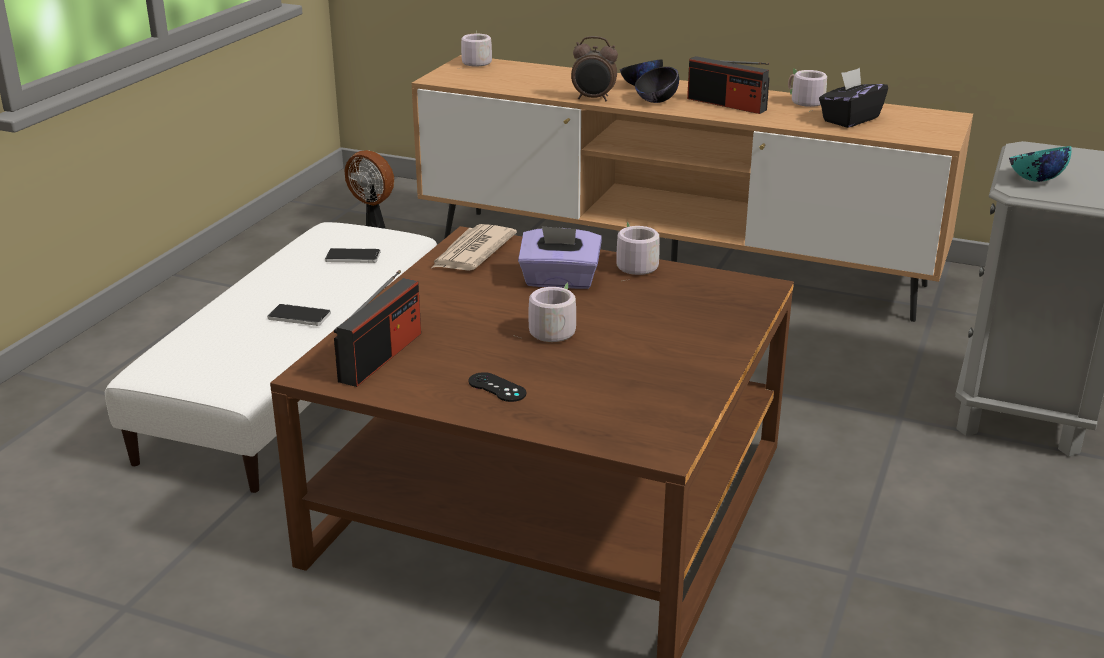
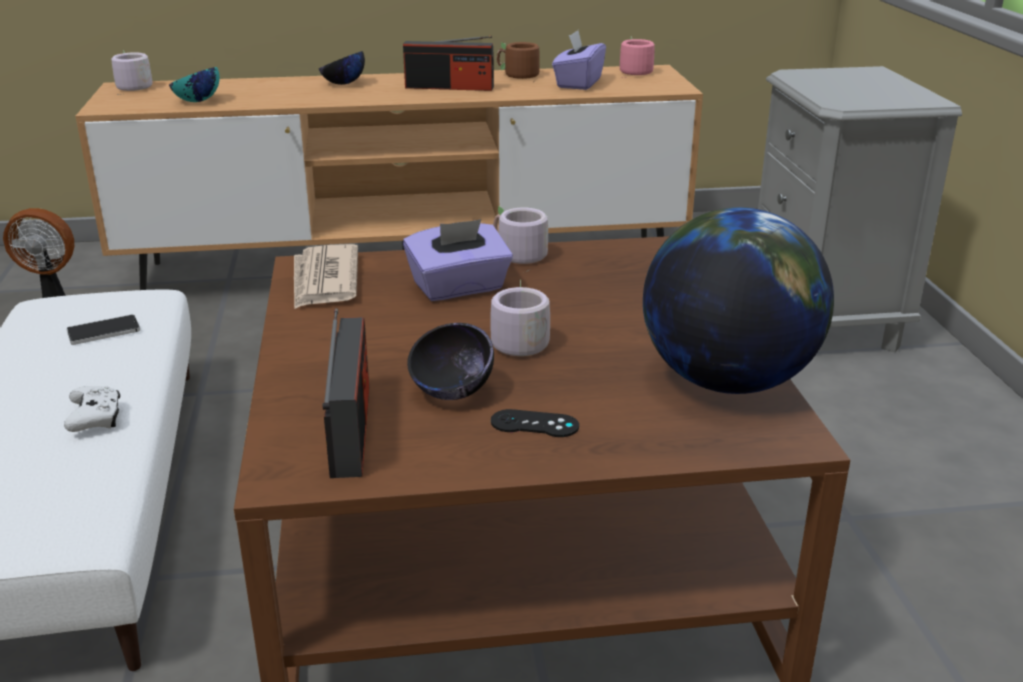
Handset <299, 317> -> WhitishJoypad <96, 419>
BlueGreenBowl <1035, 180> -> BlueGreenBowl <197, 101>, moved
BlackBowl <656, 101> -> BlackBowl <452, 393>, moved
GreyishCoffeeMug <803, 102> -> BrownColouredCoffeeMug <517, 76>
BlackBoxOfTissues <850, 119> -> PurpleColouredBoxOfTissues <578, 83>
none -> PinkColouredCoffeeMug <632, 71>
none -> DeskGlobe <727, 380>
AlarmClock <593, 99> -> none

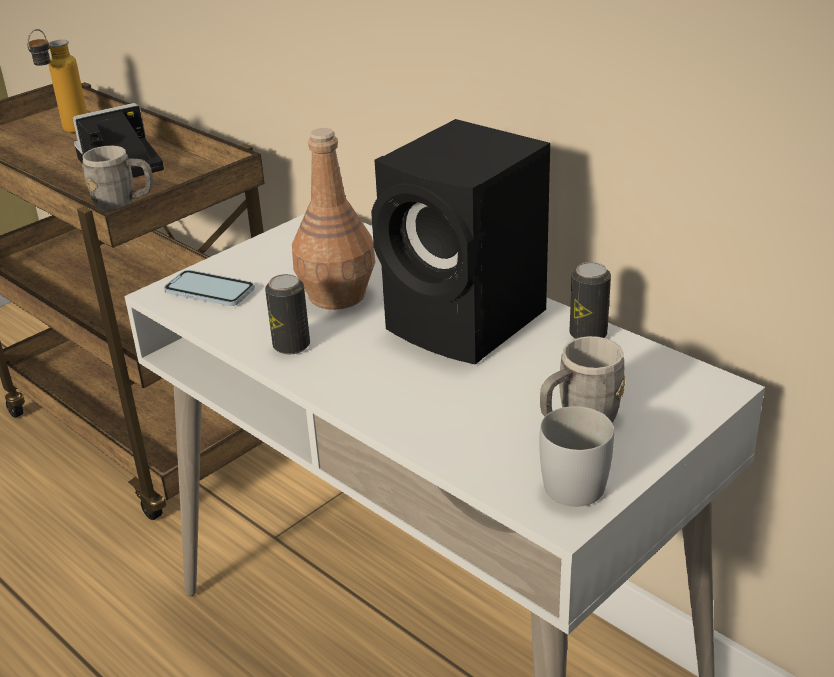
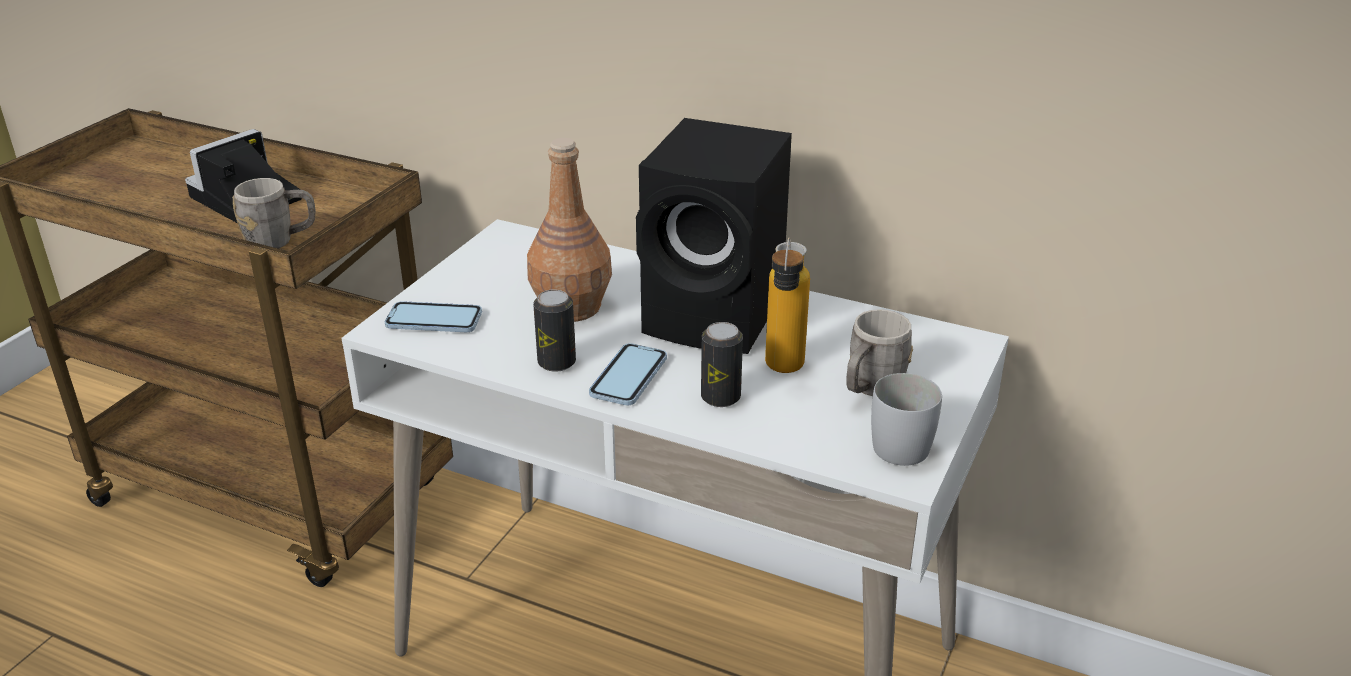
none -> Handset <628, 377>
MetalCan <588, 334> -> MetalCan <720, 397>, moved
DrinkBottle <68, 132> -> DrinkBottle <782, 373>, moved

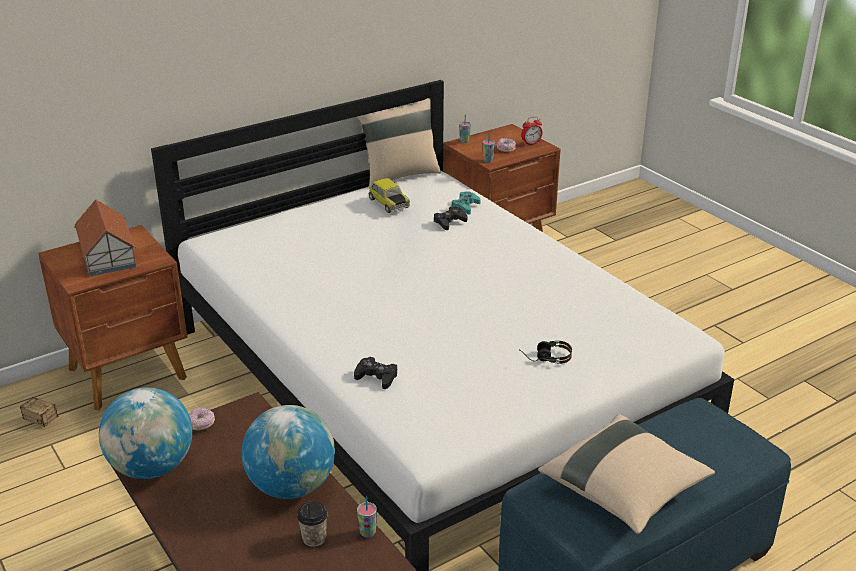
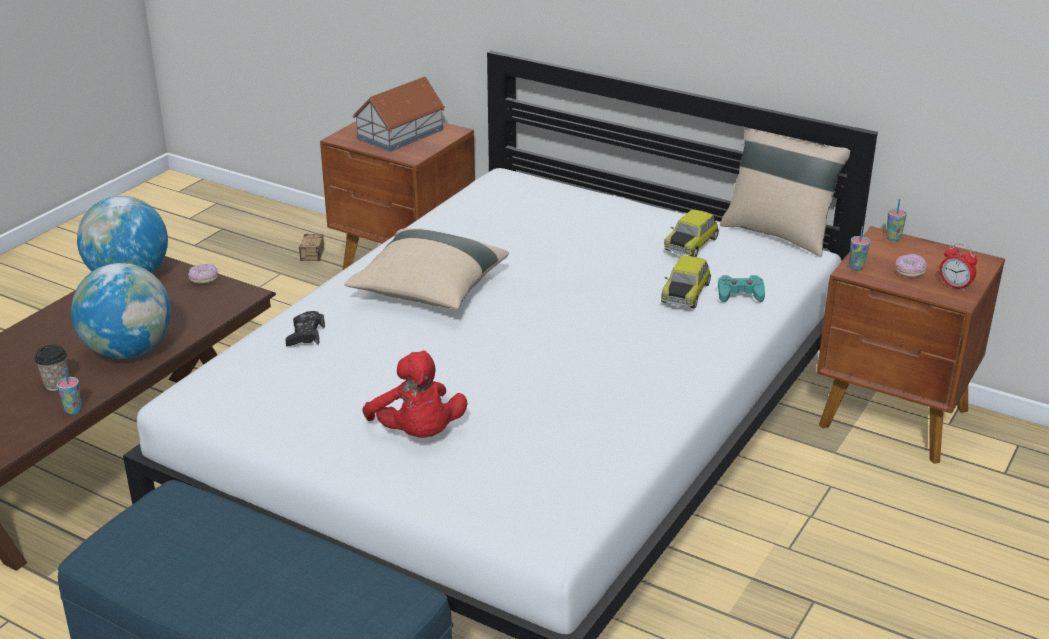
BeigePillow <624, 490> -> BeigePillow <428, 291>, moved
Headphones <544, 358> -> RedColouredCuddlyToy <417, 434>
BlackJoypad <449, 222> -> ToyCar <684, 293>

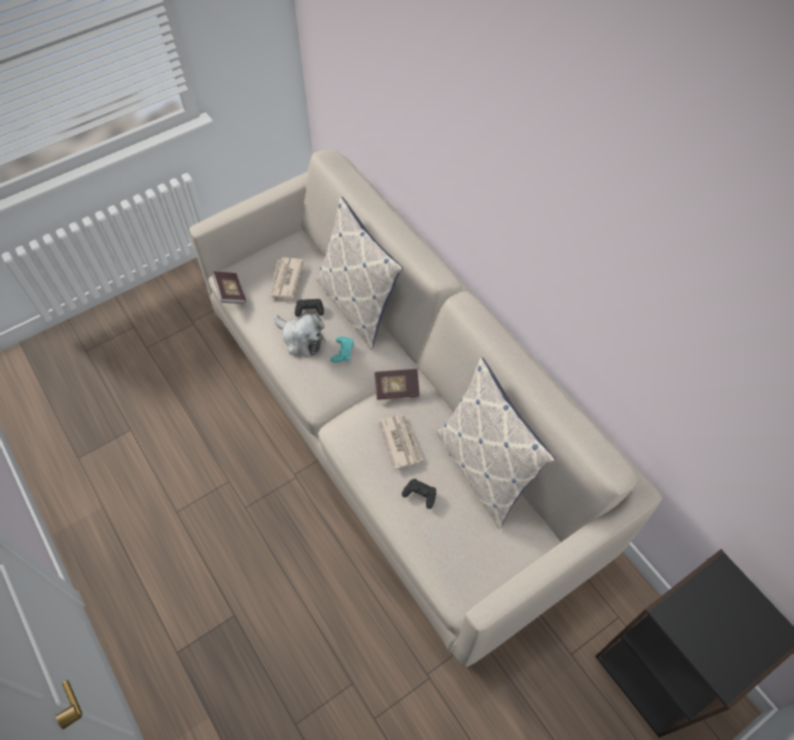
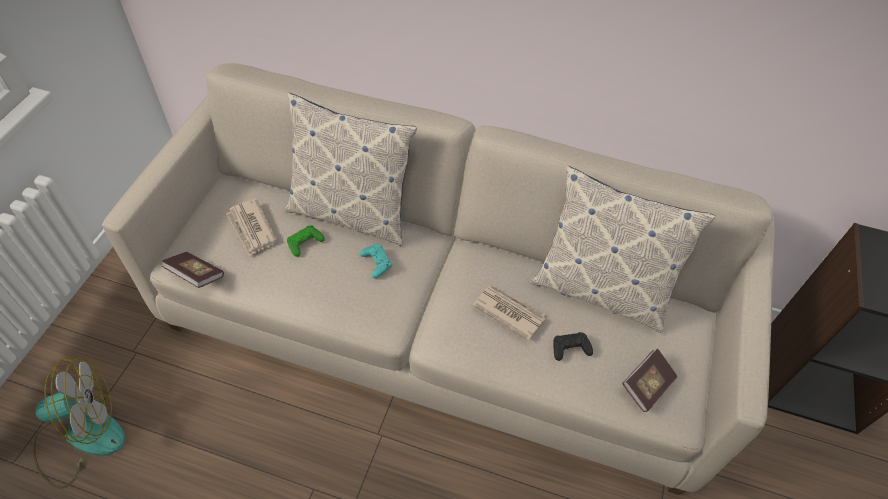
none -> Fan <81, 437>
BlackJoypad <309, 310> -> GreenishJoypad <305, 243>
Volume <397, 389> -> Volume <646, 385>, moved
CuddlyToy <301, 339> -> none

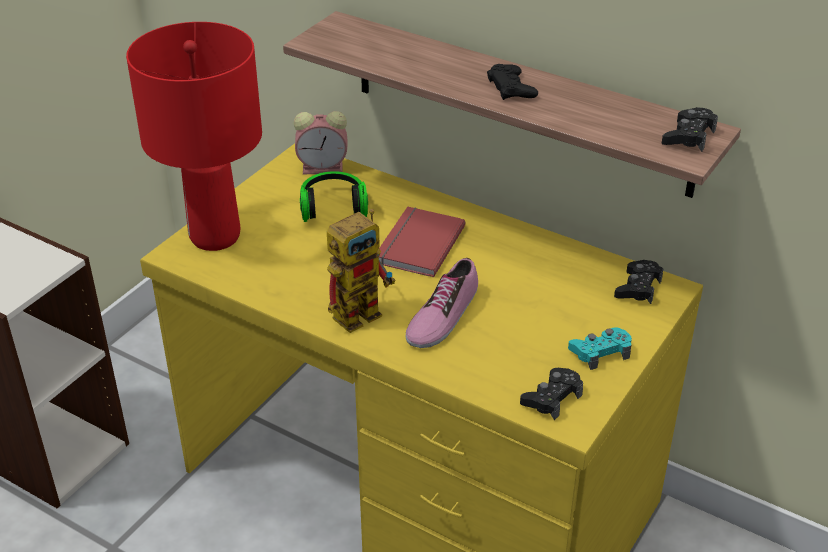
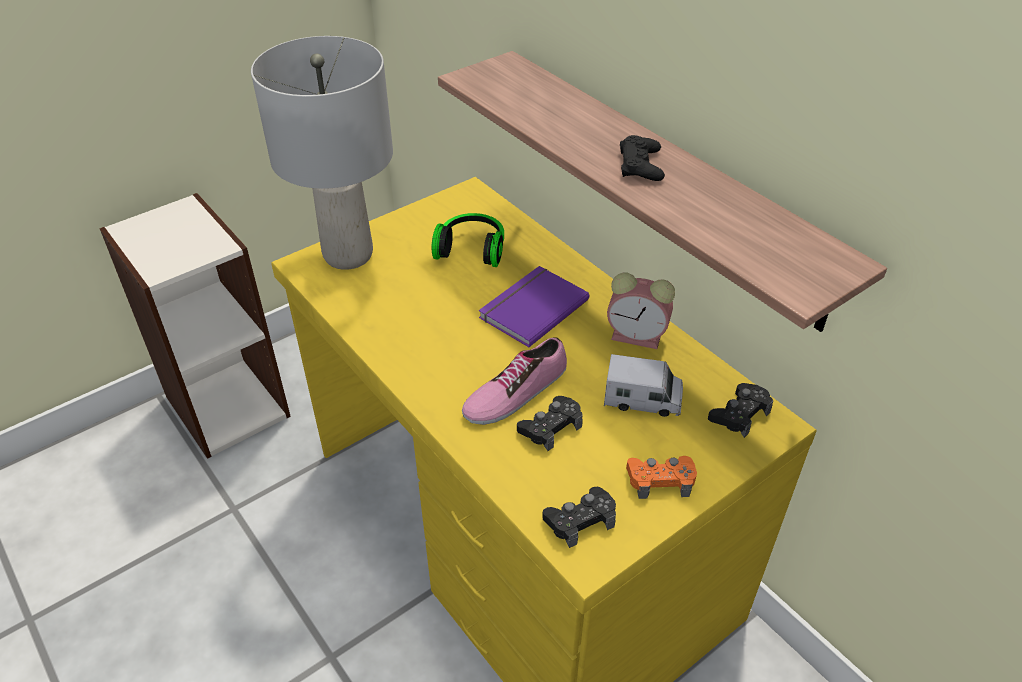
RedColouredTableLamp <216, 236> -> GreyishTableLamp <349, 254>
RedColouredVolume <417, 244> -> PurpleColouredVolume <531, 308>
BlackJoypad <689, 136> -> BlackJoypad <550, 427>, moved
none -> ToyLorry <642, 400>
AlarmClock <324, 167> -> AlarmClock <638, 336>, moved
BlueGreenJoypad <600, 352> -> OrangeColouredJoypad <660, 480>
ModelRobot <362, 310> -> none

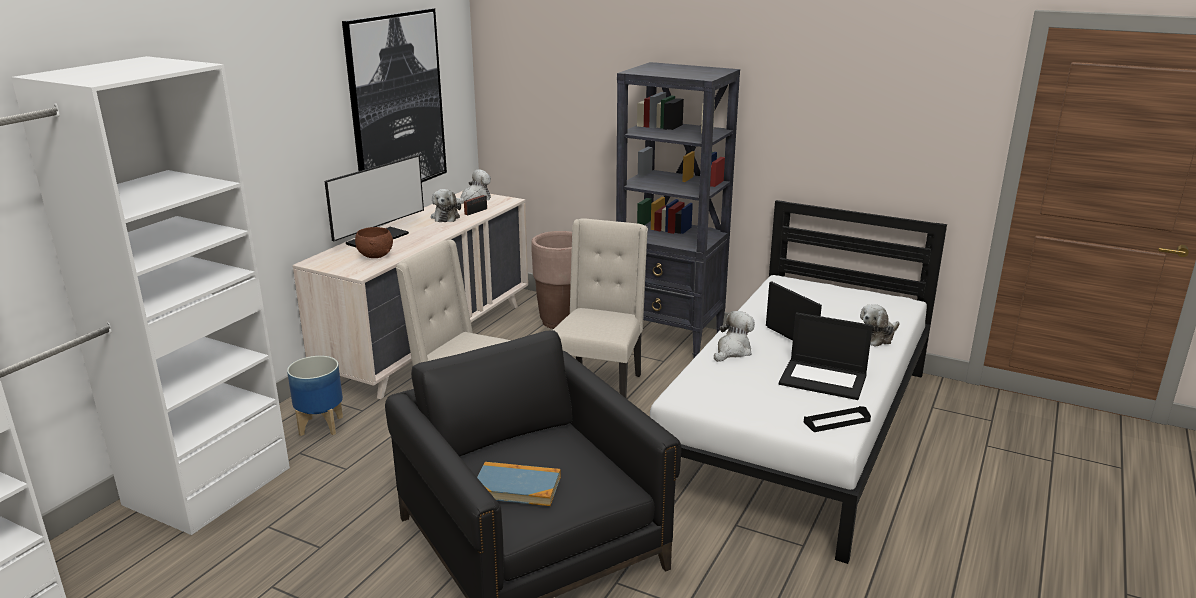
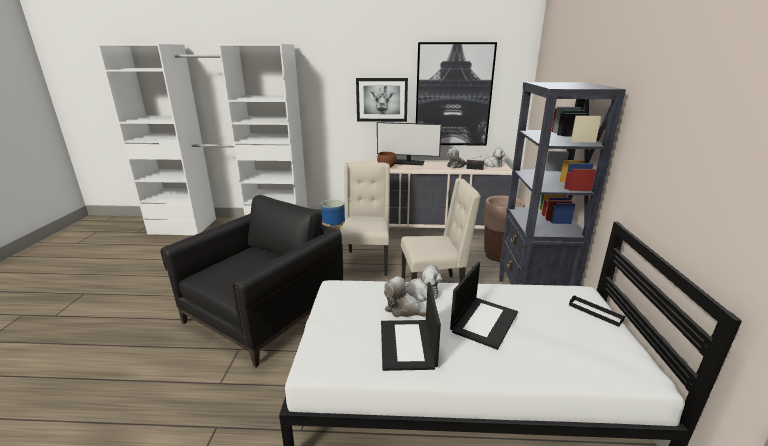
none -> Picture <382, 100>
CuddlyToy <877, 337> -> CuddlyToy <404, 309>, moved
BlackTray <836, 421> -> BlackTray <595, 312>, moved
Volume <517, 487> -> none

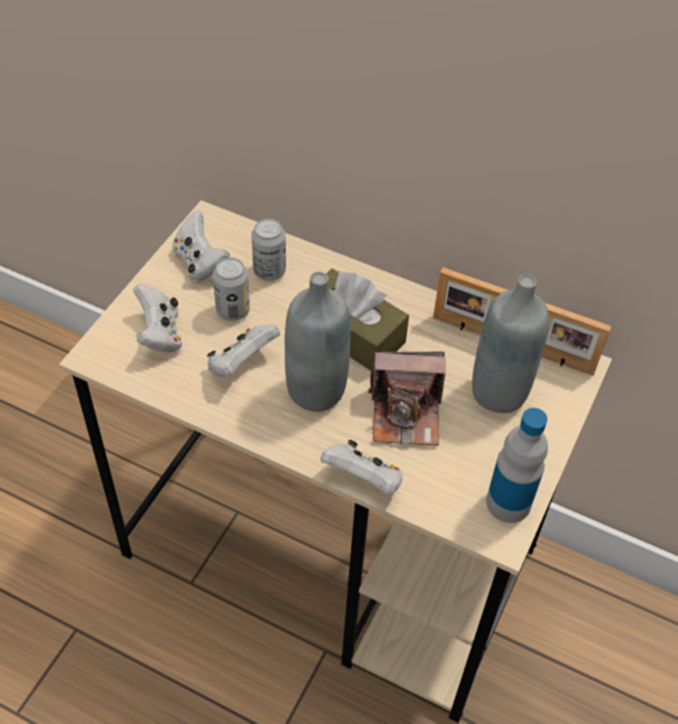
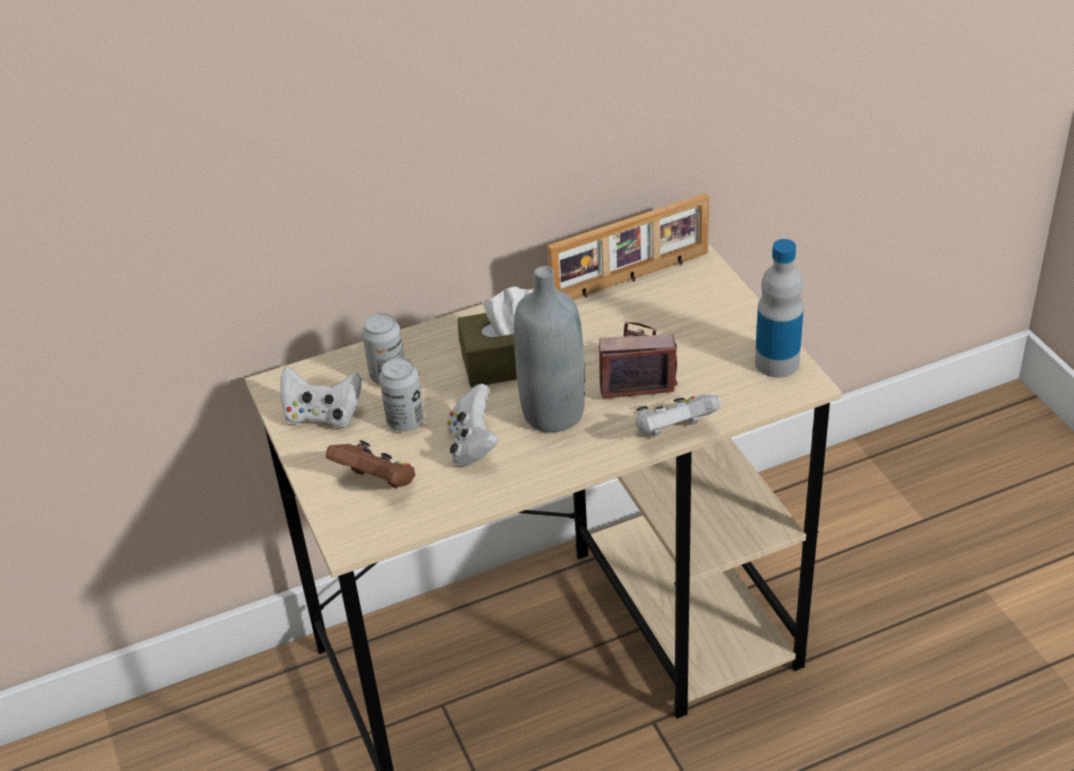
WhitishJoypad <160, 334> -> BrownColouredJoypad <377, 482>
StillCamera <406, 413> -> StillCamera <634, 373>, 135 degrees counterclockwise
GreyishDrinkBottle <499, 392> -> none

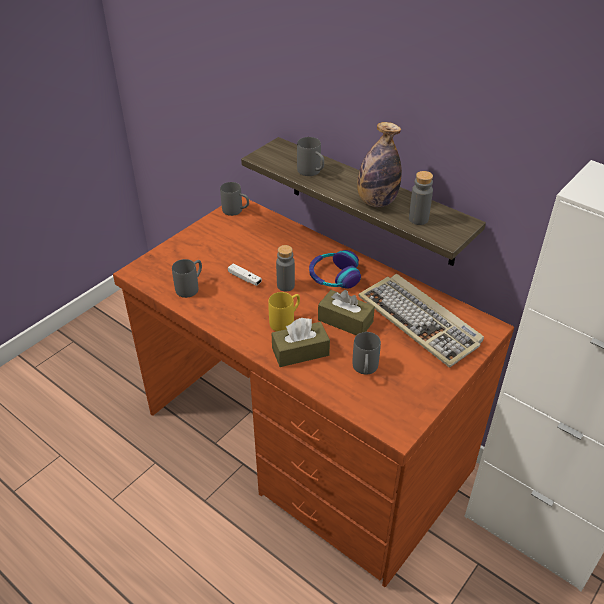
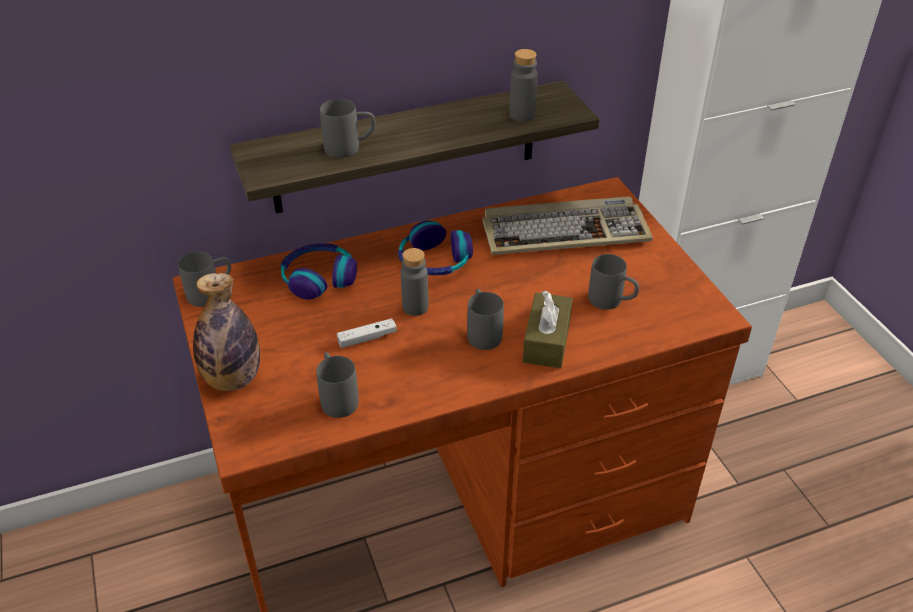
DrinkBottle <376, 202> -> DrinkBottle <233, 379>, moved
none -> Headphones <319, 278>
YellowColouredCoffeeMug <286, 321> -> GreyishCoffeeMug <482, 332>
BrownColouredBoxOfTissues <345, 321> -> none

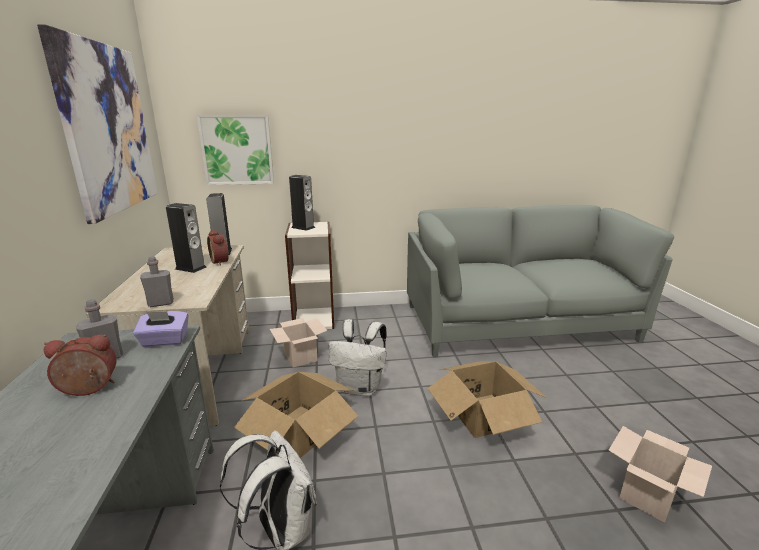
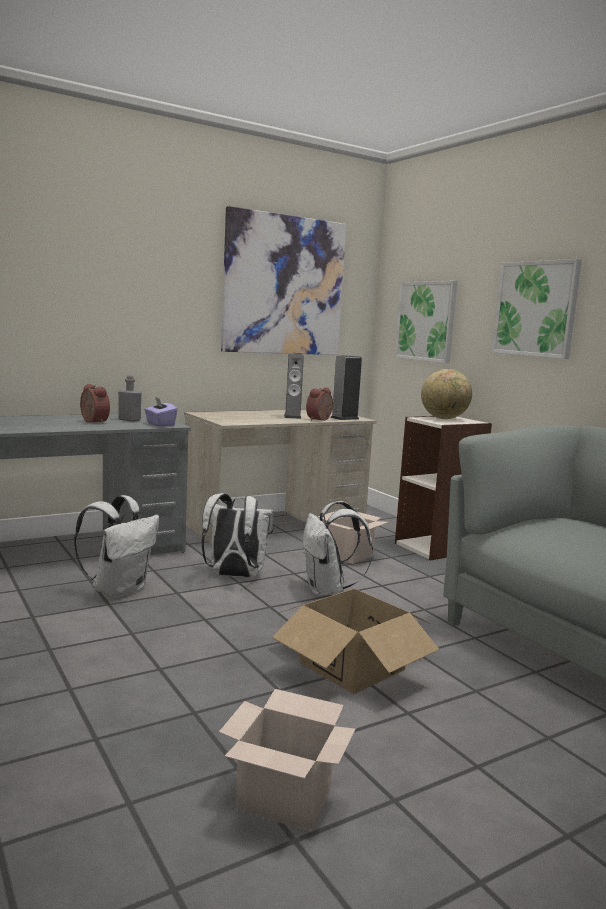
Carton <299, 430> -> WhitishKnapsack <234, 576>
Loudspeaker <303, 227> -> DeskGlobe <444, 418>
none -> Picture <536, 309>
GreyishDrinkBottle <161, 303> -> none

